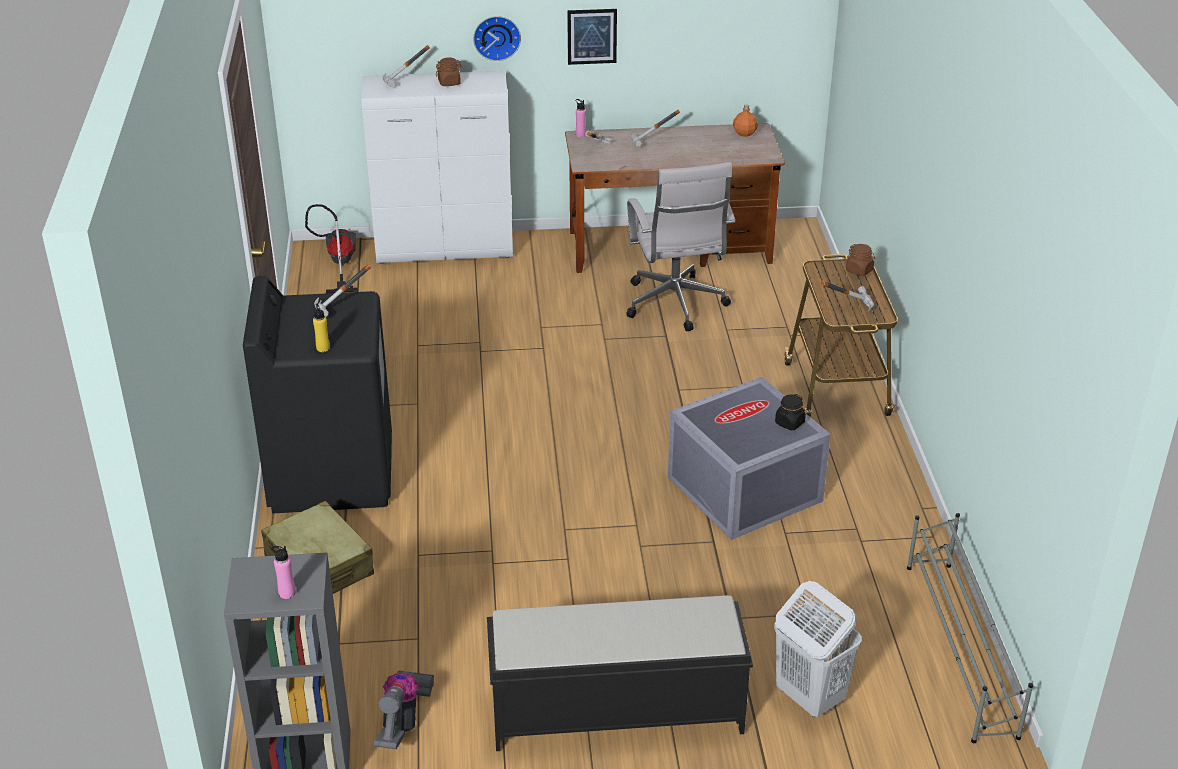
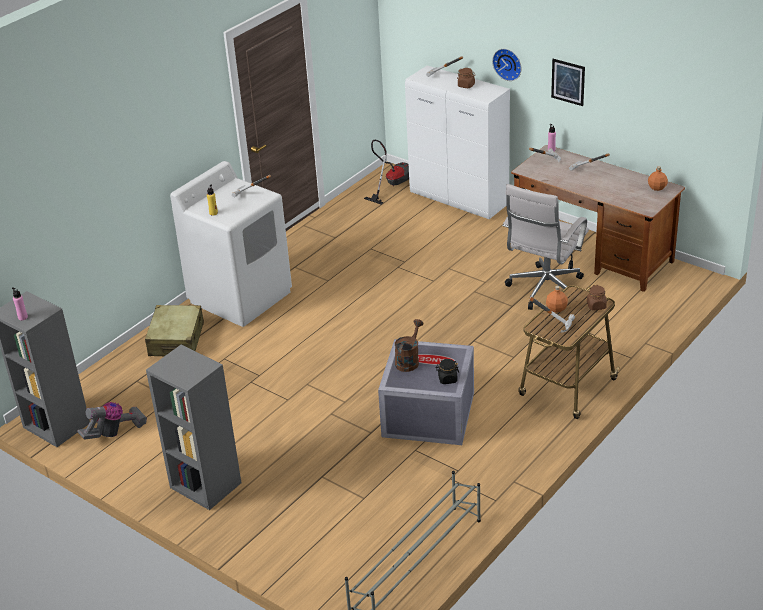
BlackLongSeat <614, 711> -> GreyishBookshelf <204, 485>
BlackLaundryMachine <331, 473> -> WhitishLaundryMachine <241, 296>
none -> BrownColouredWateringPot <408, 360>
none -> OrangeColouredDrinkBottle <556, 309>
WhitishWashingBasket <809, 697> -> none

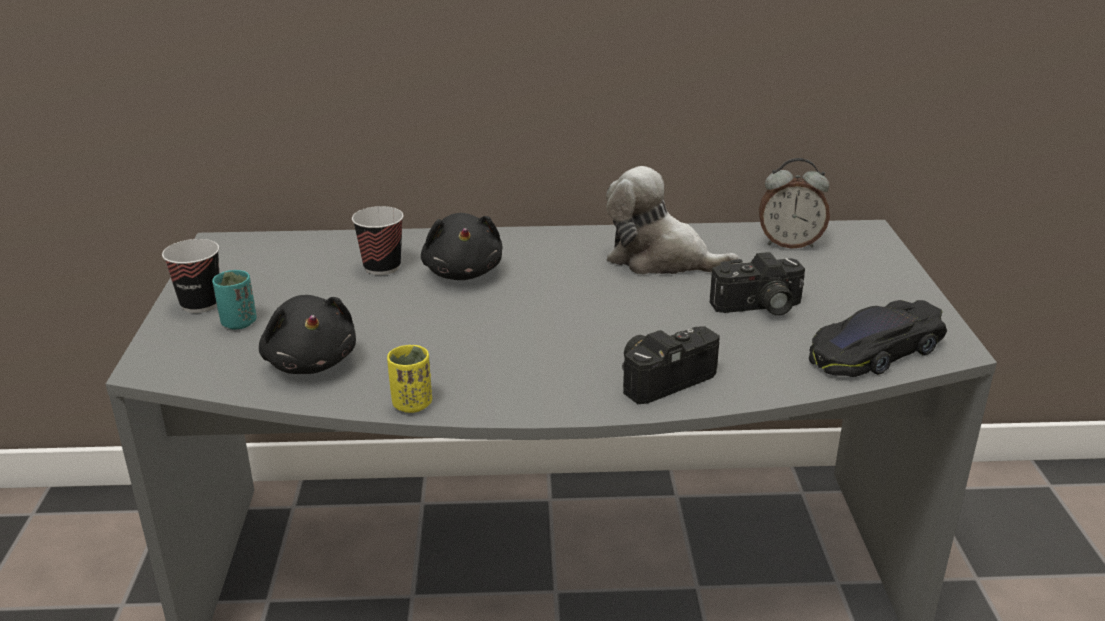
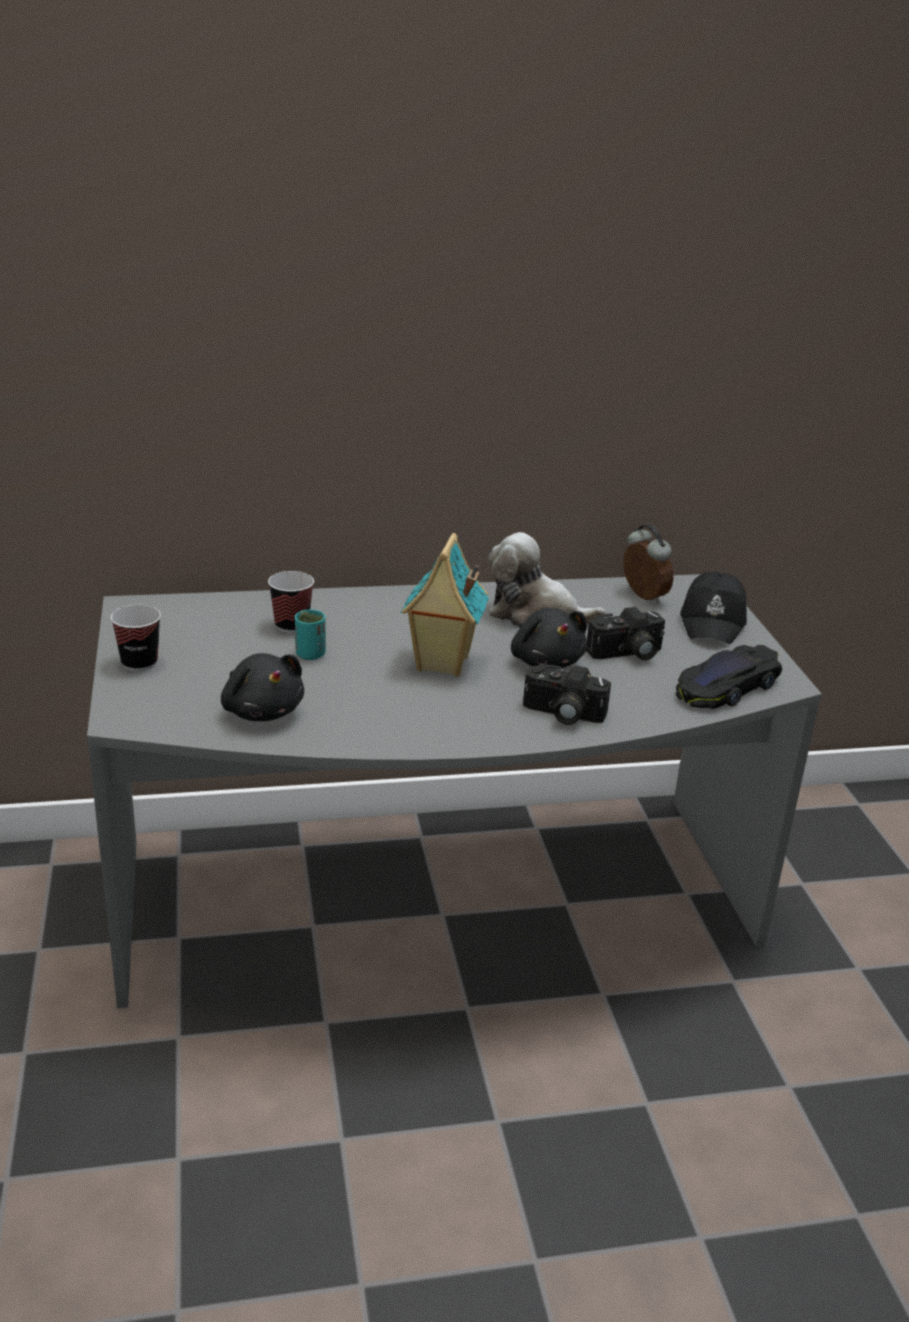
BlueGreenSmallCup <238, 323> -> BlueGreenSmallCup <310, 654>, moved
none -> ToyHouse <441, 664>
BlackCuddlyToy <463, 272> -> BlackCuddlyToy <546, 661>, moved
StillCamera <663, 377> -> StillCamera <562, 714>, 120 degrees counterclockwise
AlarmClock <789, 243> -> AlarmClock <642, 597>, 120 degrees counterclockwise
none -> BlackBaseballCap <713, 621>
YellowColouredSmallCup <412, 404> -> none

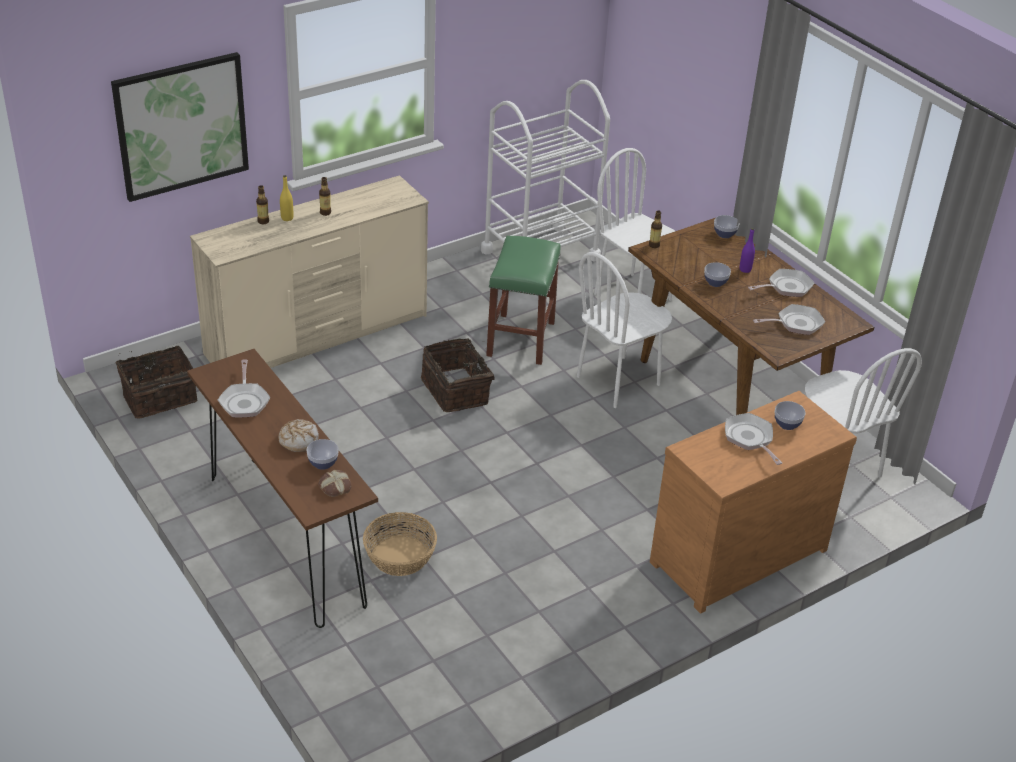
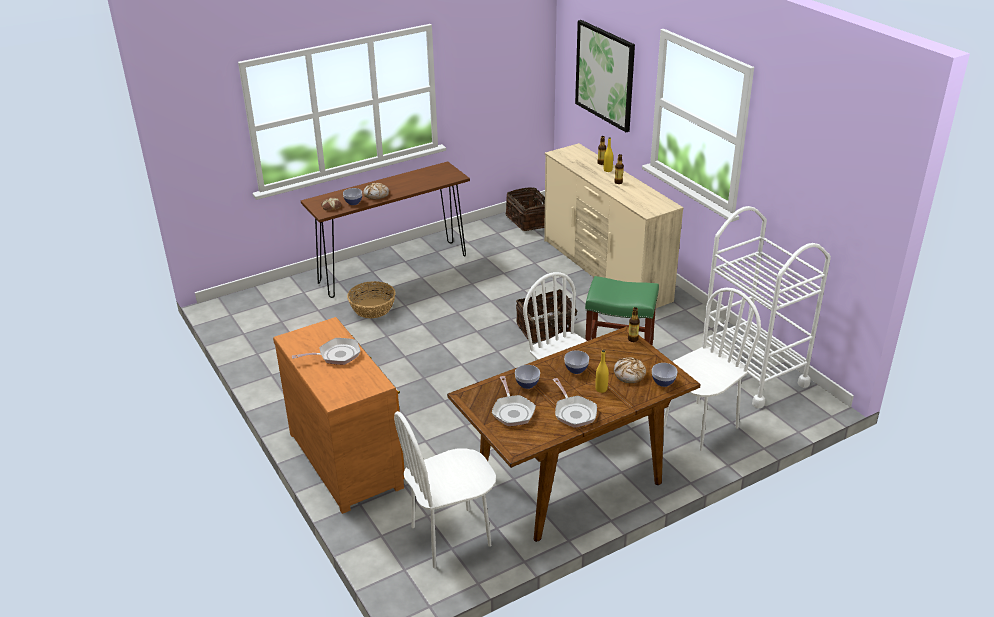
Bowl <787, 424> -> Bowl <527, 384>, moved
PurpleColouredDrinkBottle <745, 269> -> YellowColouredDrinkBottle <601, 389>
none -> BakedBread <629, 374>
Skillet <244, 401> -> none

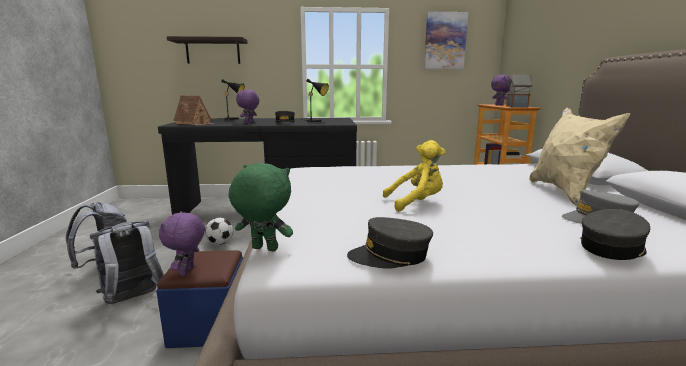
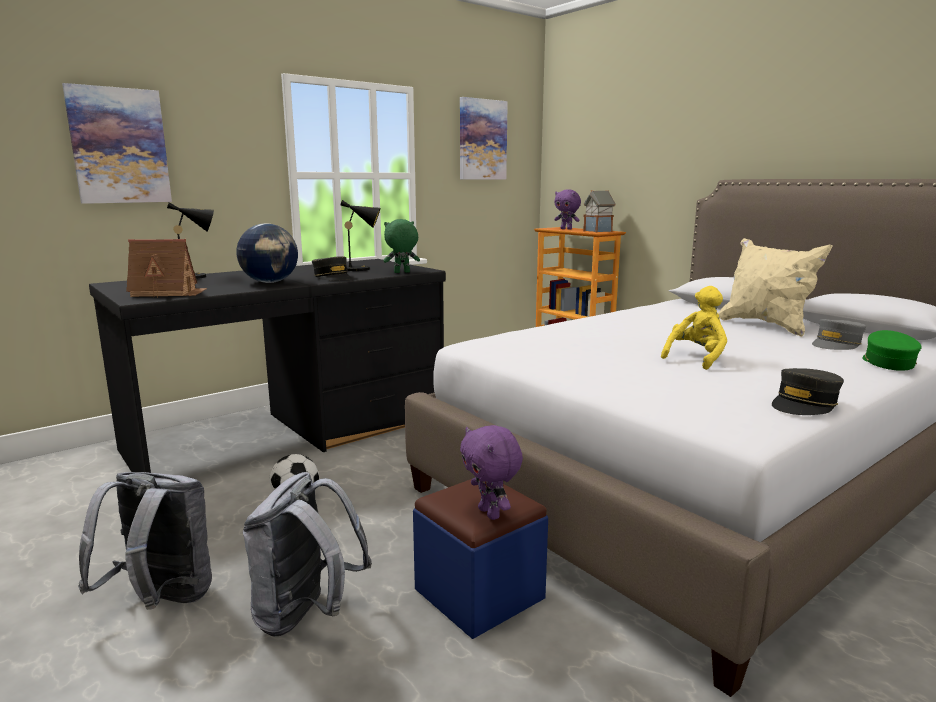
Shelf <213, 51> -> Picture <119, 146>
PurpleColouredCuddlyToy <249, 123> -> DeskGlobe <270, 282>
GreenishCuddlyToy <263, 249> -> GreenishCuddlyToy <401, 272>, moved
GreyishBaseballCap <611, 247> -> GreenishBaseballCap <887, 362>

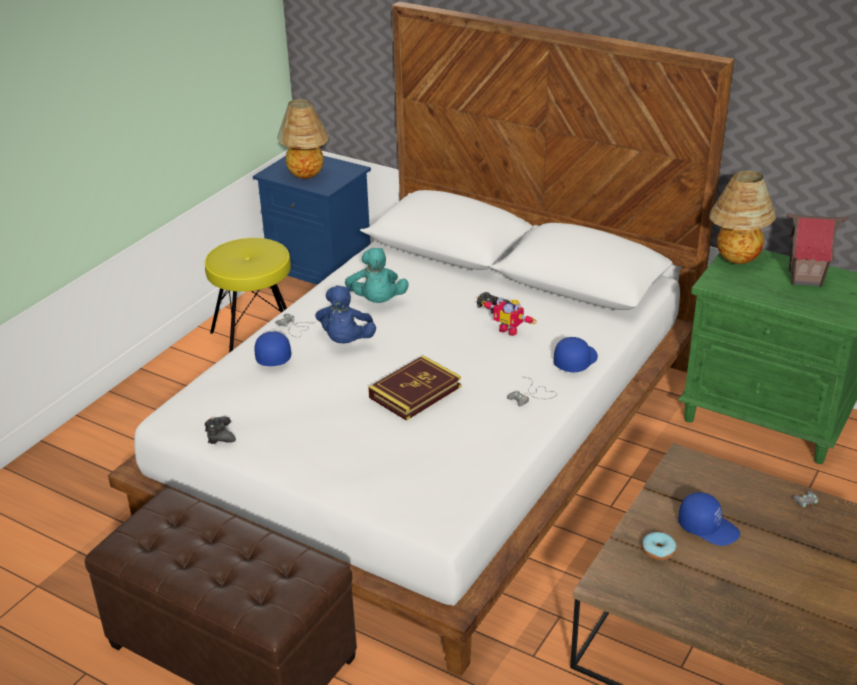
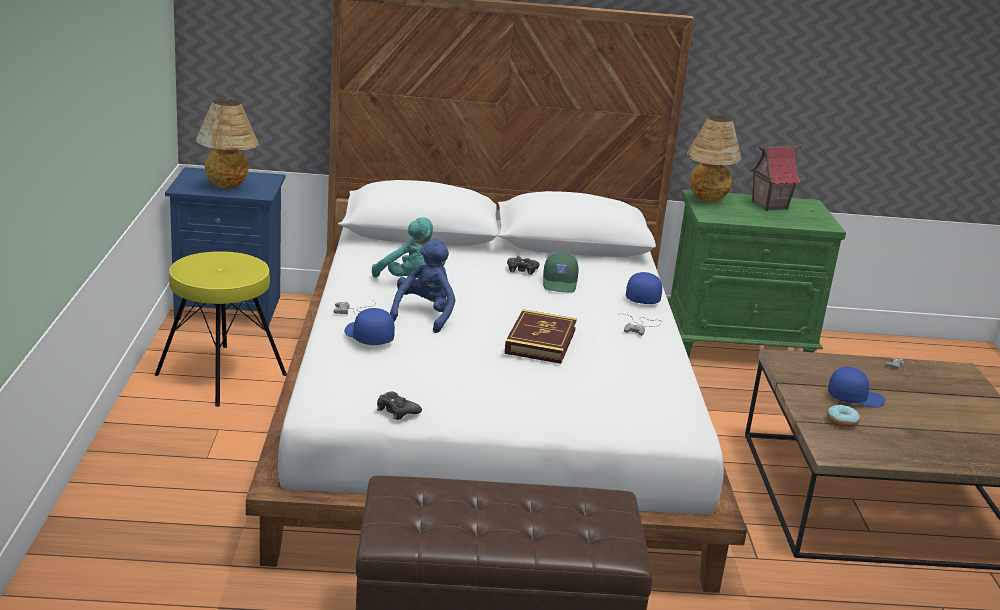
BluishCuddlyToy <346, 341> -> BluishCuddlyToy <424, 315>, 135 degrees counterclockwise
ModelRobot <510, 329> -> GreenishBaseballCap <560, 283>

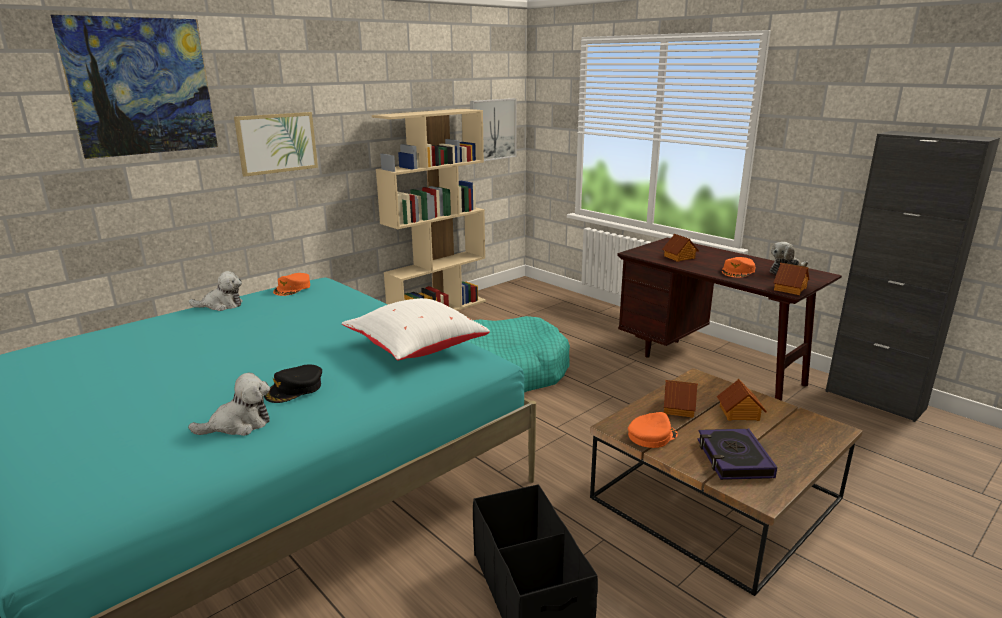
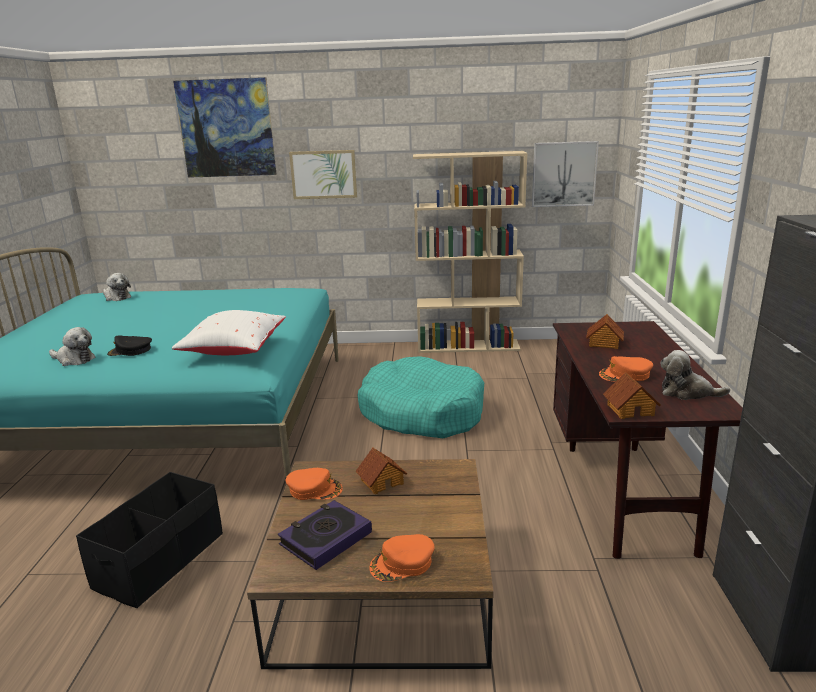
CuddlyToy <221, 305> -> CuddlyToy <116, 297>, moved
OrangeColouredBaseballCap <293, 288> -> OrangeColouredBaseballCap <402, 563>, moved
ToyHouse <739, 413> -> none

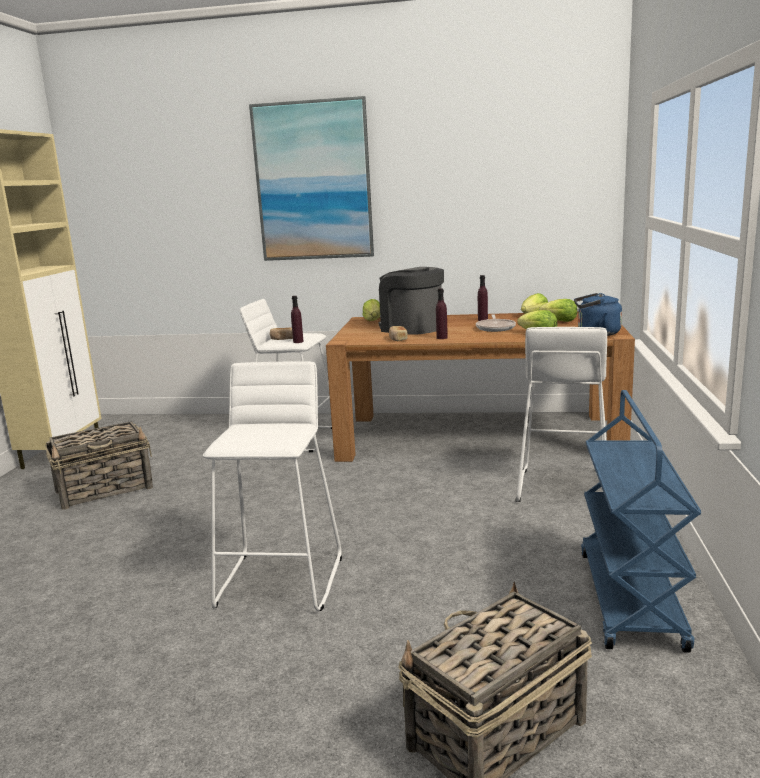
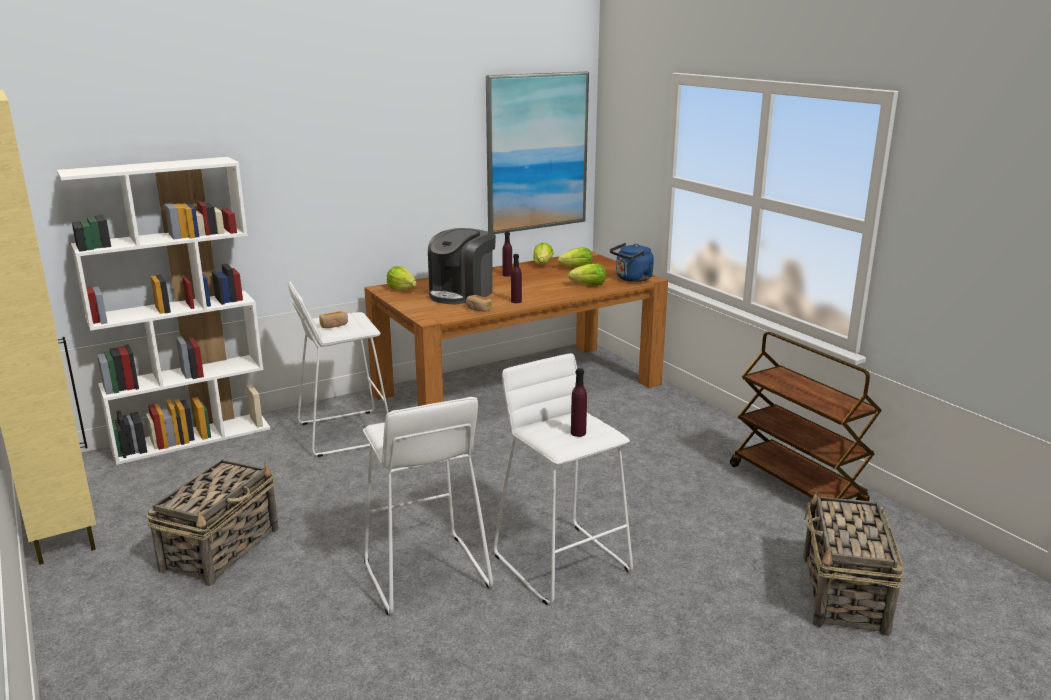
none -> WhitishBookshelf <192, 437>
WhitishStoolSeat <562, 488> -> WhitishStoolSeat <425, 574>, moved
CoffeeMaker <411, 328> -> CoffeeMaker <462, 294>, 60 degrees counterclockwise
Picture <313, 181> -> Picture <536, 152>, moved
PurpleColouredDrinkBottle <298, 342> -> PurpleColouredDrinkBottle <578, 433>, moved
BluishWheeledCart <631, 600> -> BrownColouredWheeledCart <797, 486>
Skillet <495, 328> -> none

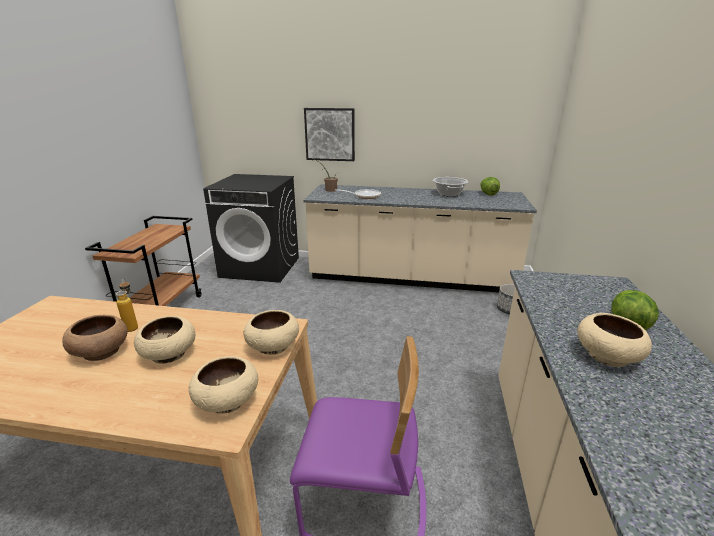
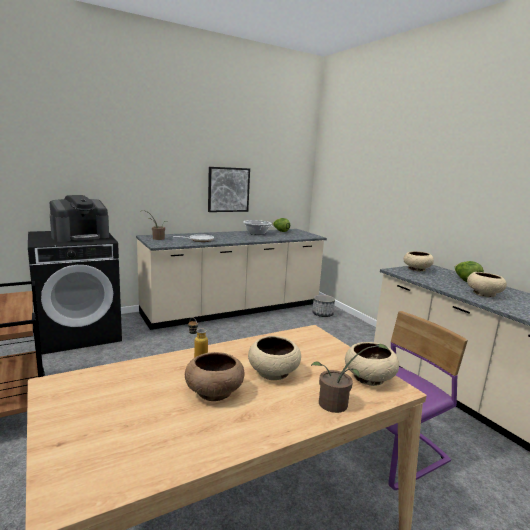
none -> CoffeeMaker <81, 237>
Picture <330, 134> -> Picture <228, 189>, moved
none -> Houseplant <337, 405>
BeigeBowl <272, 346> -> BeigeBowl <416, 269>, moved

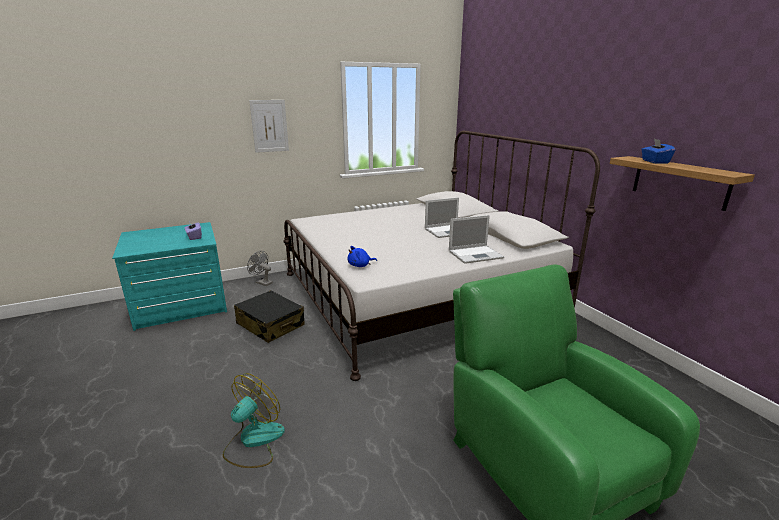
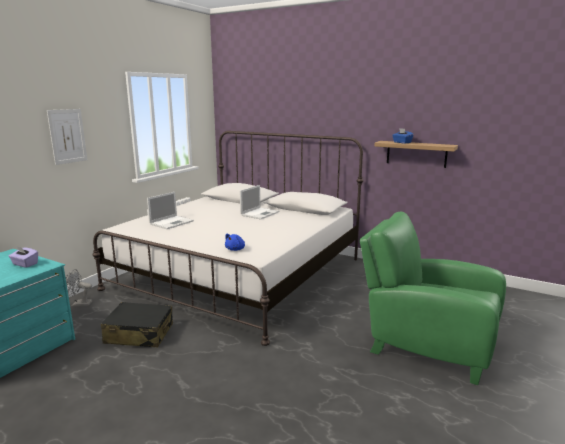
NotebookComputer <476, 254> -> NotebookComputer <172, 222>, moved
Fan <253, 441> -> none

